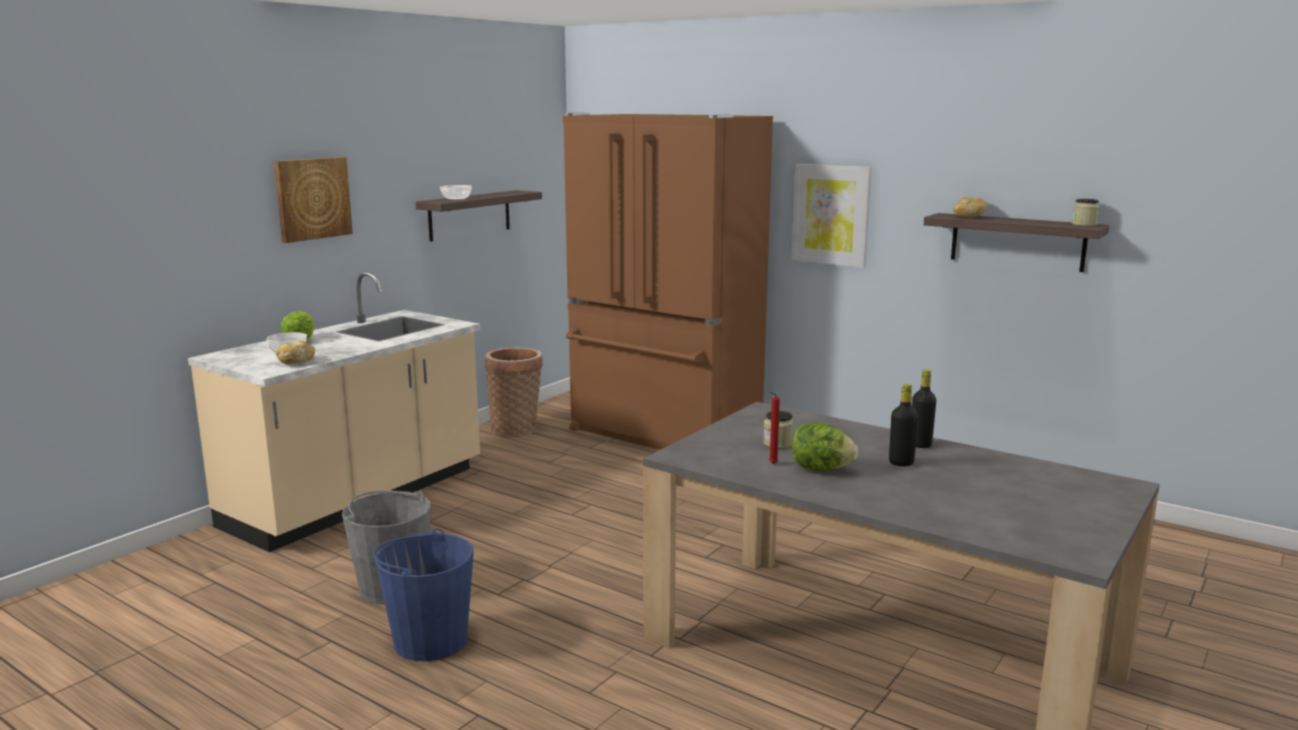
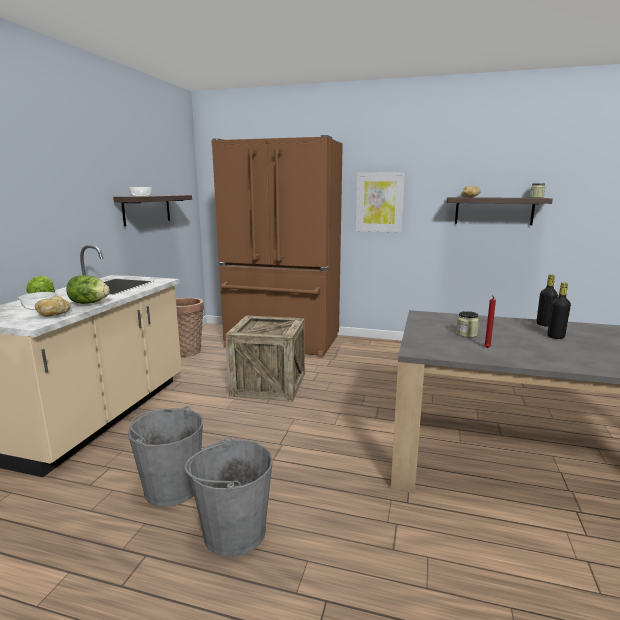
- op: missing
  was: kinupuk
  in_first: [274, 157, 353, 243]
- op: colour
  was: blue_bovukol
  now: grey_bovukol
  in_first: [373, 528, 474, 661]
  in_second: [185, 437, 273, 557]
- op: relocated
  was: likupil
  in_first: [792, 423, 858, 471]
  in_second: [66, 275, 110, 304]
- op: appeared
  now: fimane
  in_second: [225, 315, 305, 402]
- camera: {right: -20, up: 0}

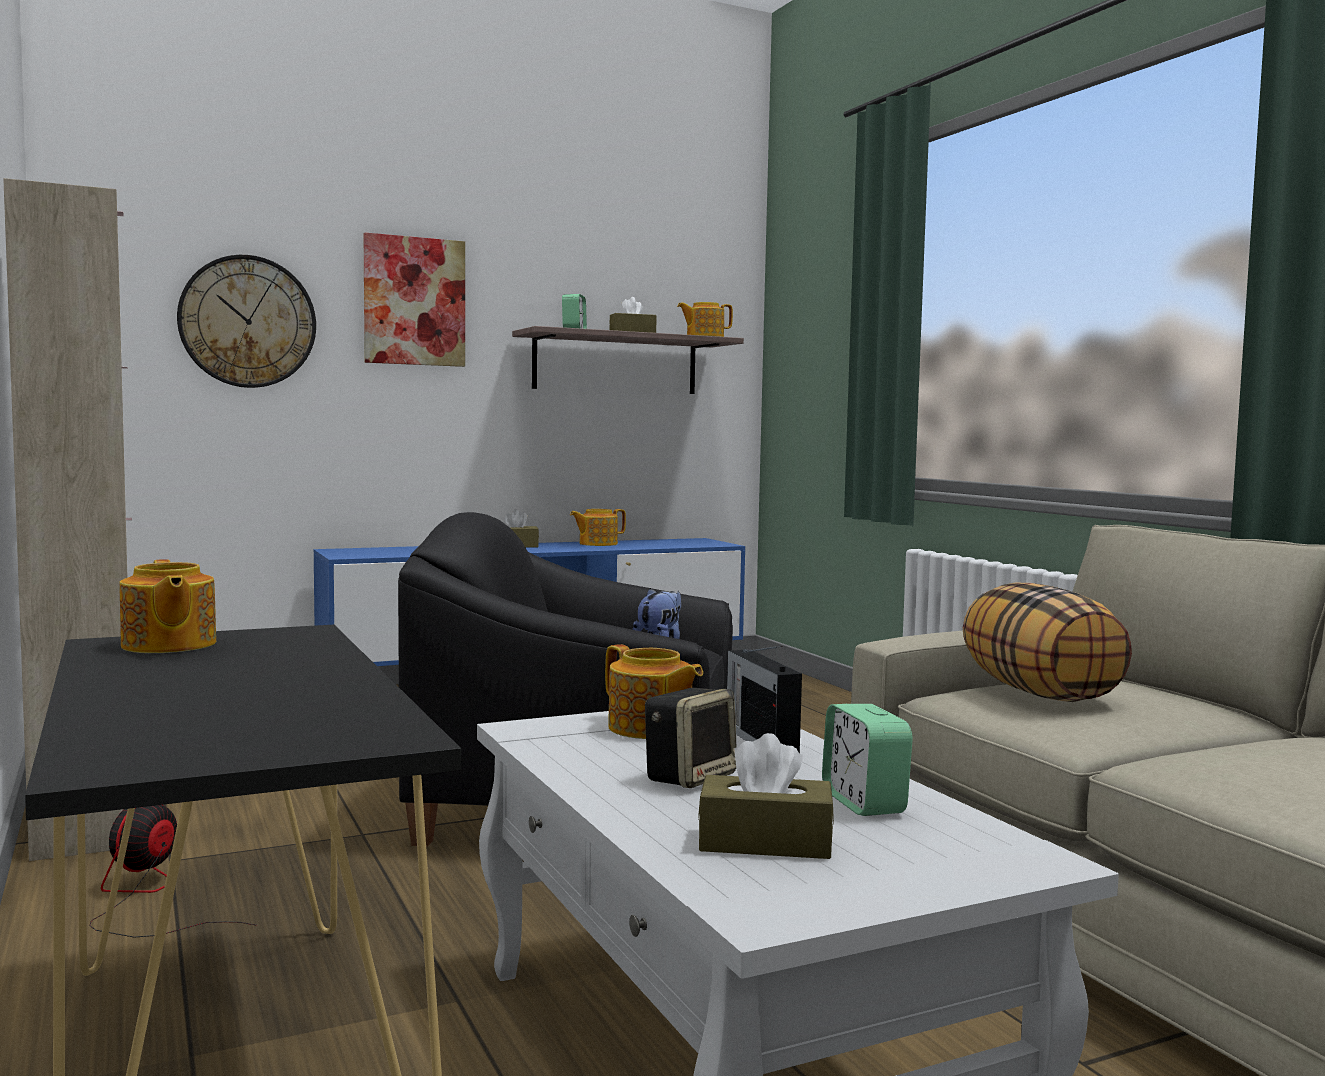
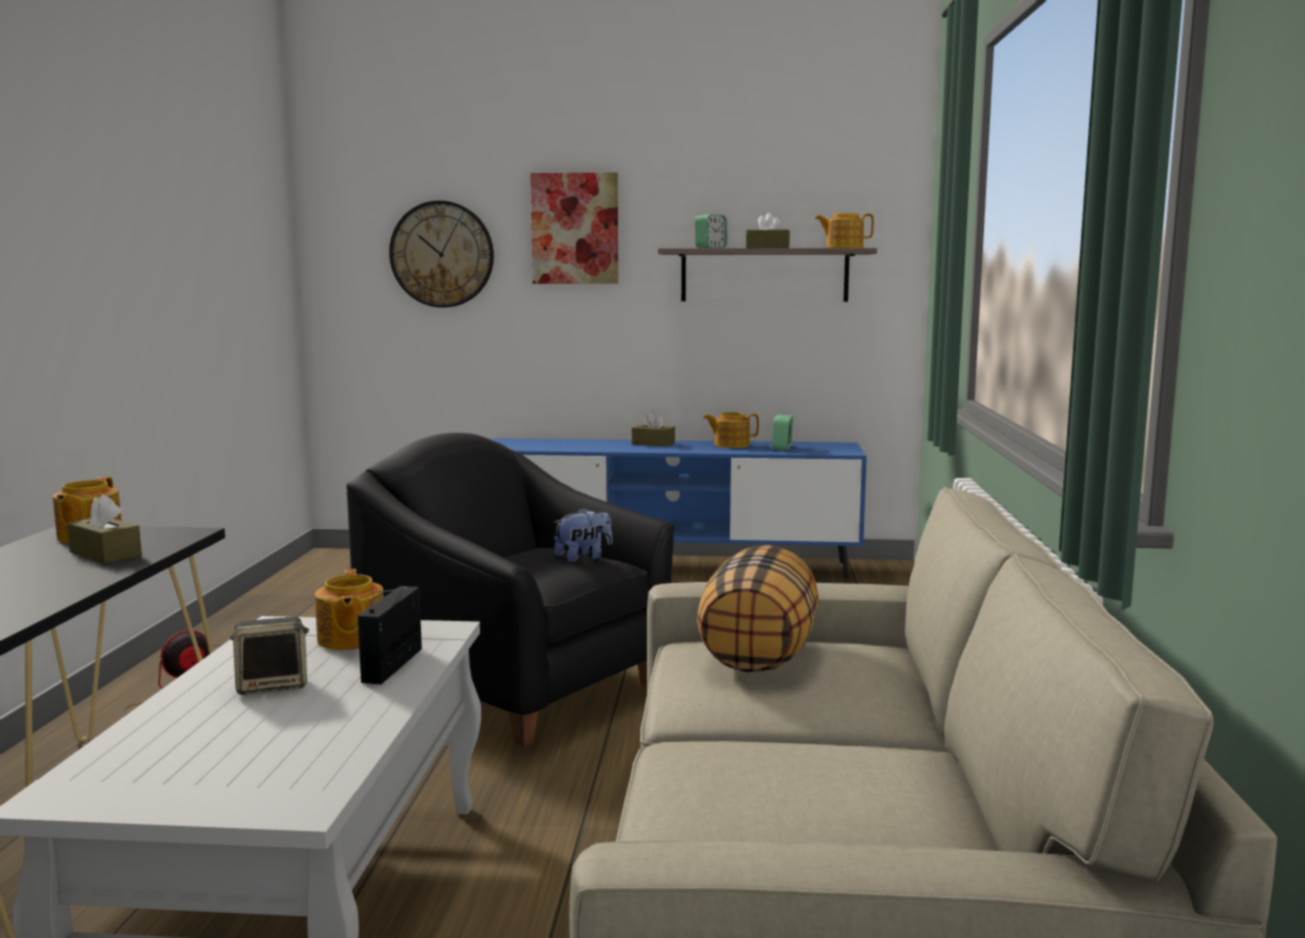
- op: missing
  was: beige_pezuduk
  in_first: [3, 178, 132, 861]
- op: relocated
  was: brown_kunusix
  in_first: [698, 733, 834, 859]
  in_second: [67, 494, 142, 563]
- op: relocated
  was: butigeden
  in_first: [822, 704, 913, 816]
  in_second: [772, 415, 793, 450]
- camera: {right: 30, up: 5}

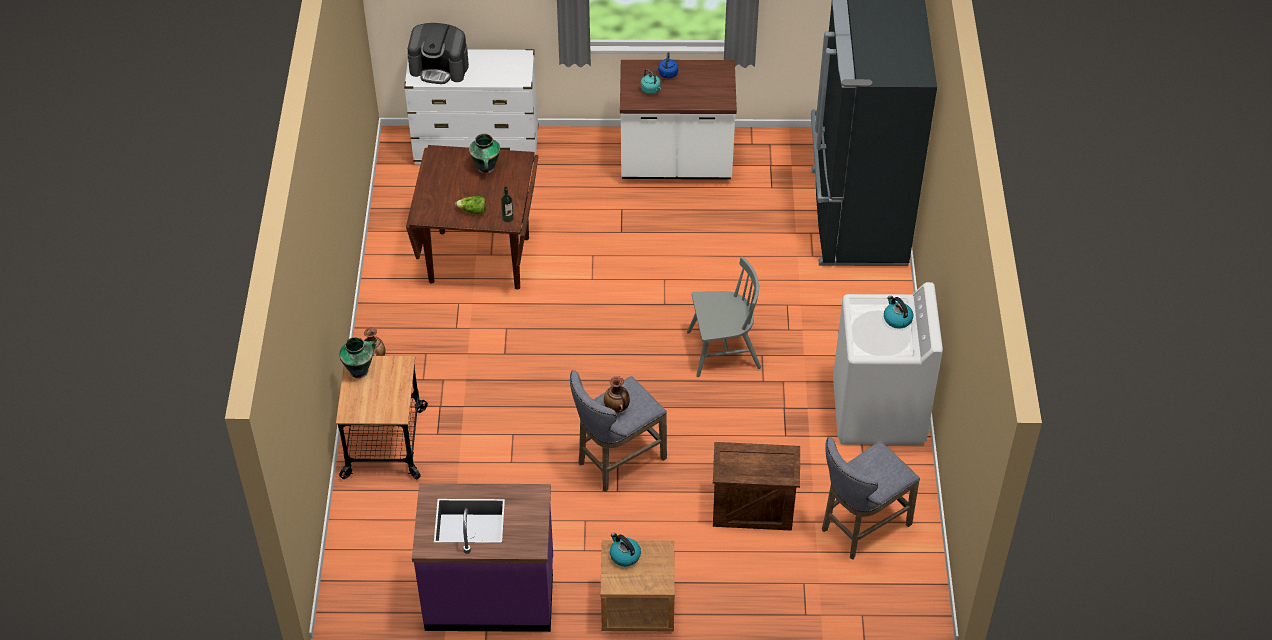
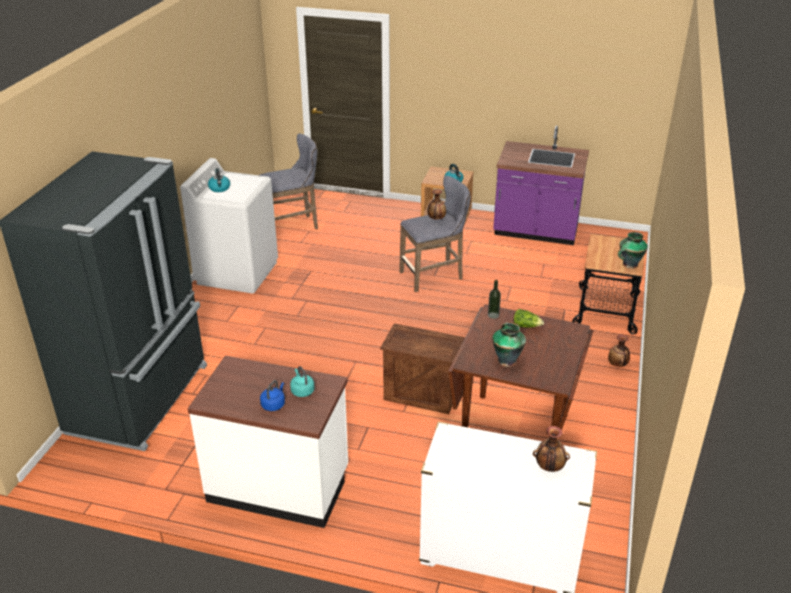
- op: exchanged
  was: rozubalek
  now: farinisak
  in_first: [407, 23, 469, 84]
  in_second: [533, 426, 570, 472]
- op: missing
  was: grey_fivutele
  in_first: [687, 257, 761, 377]
- op: relocated
  was: fimane
  in_first: [713, 442, 800, 531]
  in_second: [380, 323, 465, 414]
- camera: {right: -165, up: -15}

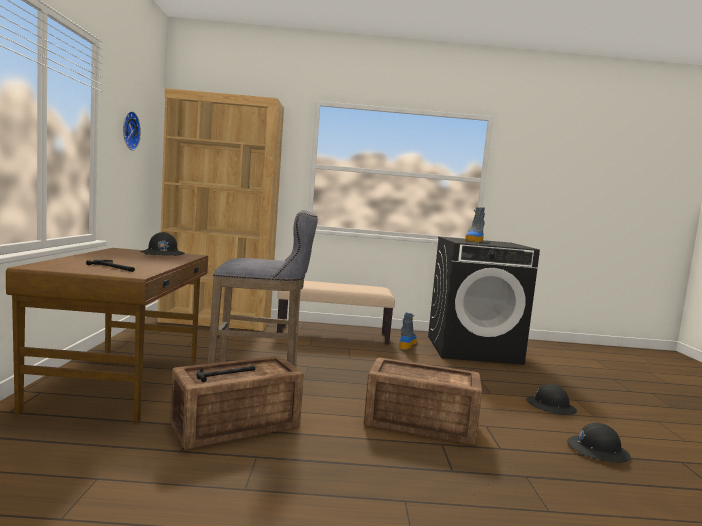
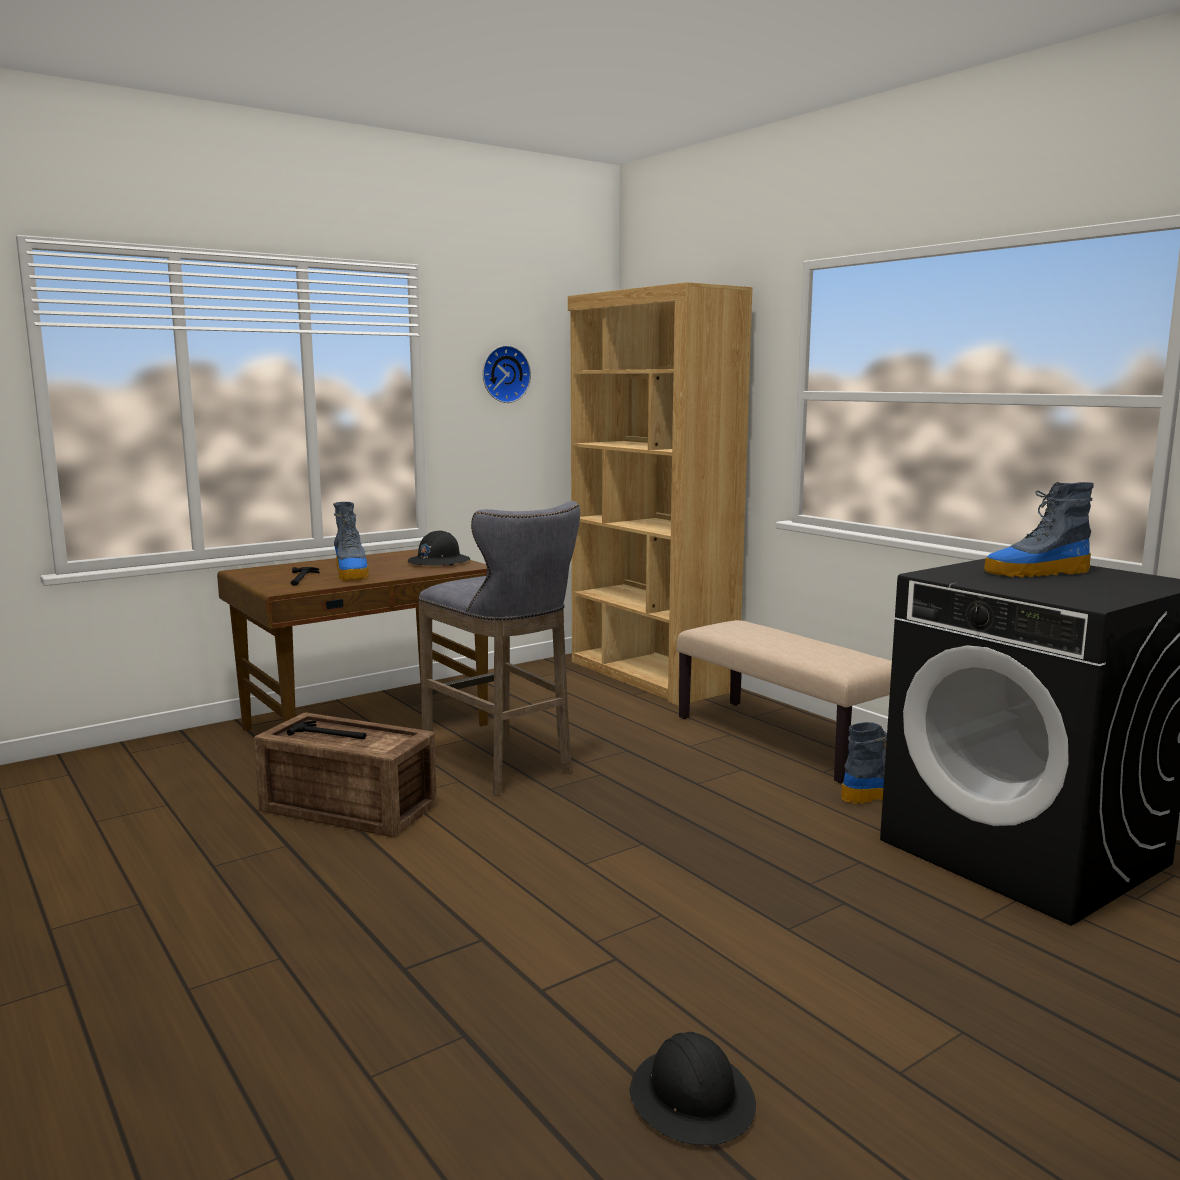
- op: missing
  was: fimane
  in_first: [364, 357, 482, 445]
- op: missing
  was: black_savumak
  in_first: [526, 384, 577, 415]
- op: appeared
  now: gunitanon
  in_second: [333, 502, 369, 581]
- camera: {right: 55, up: 5}

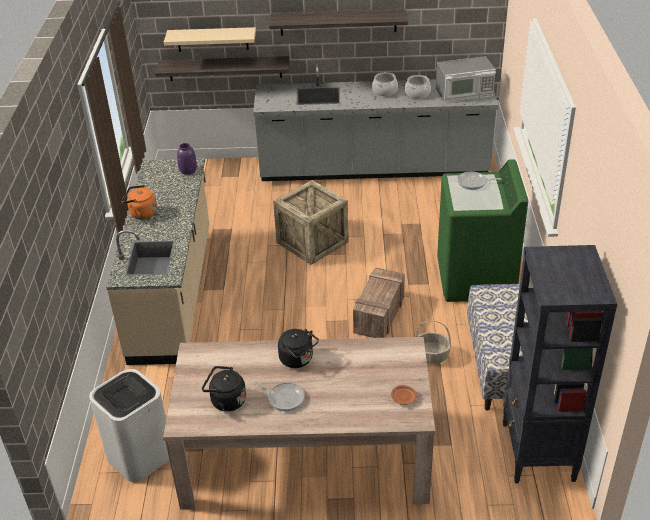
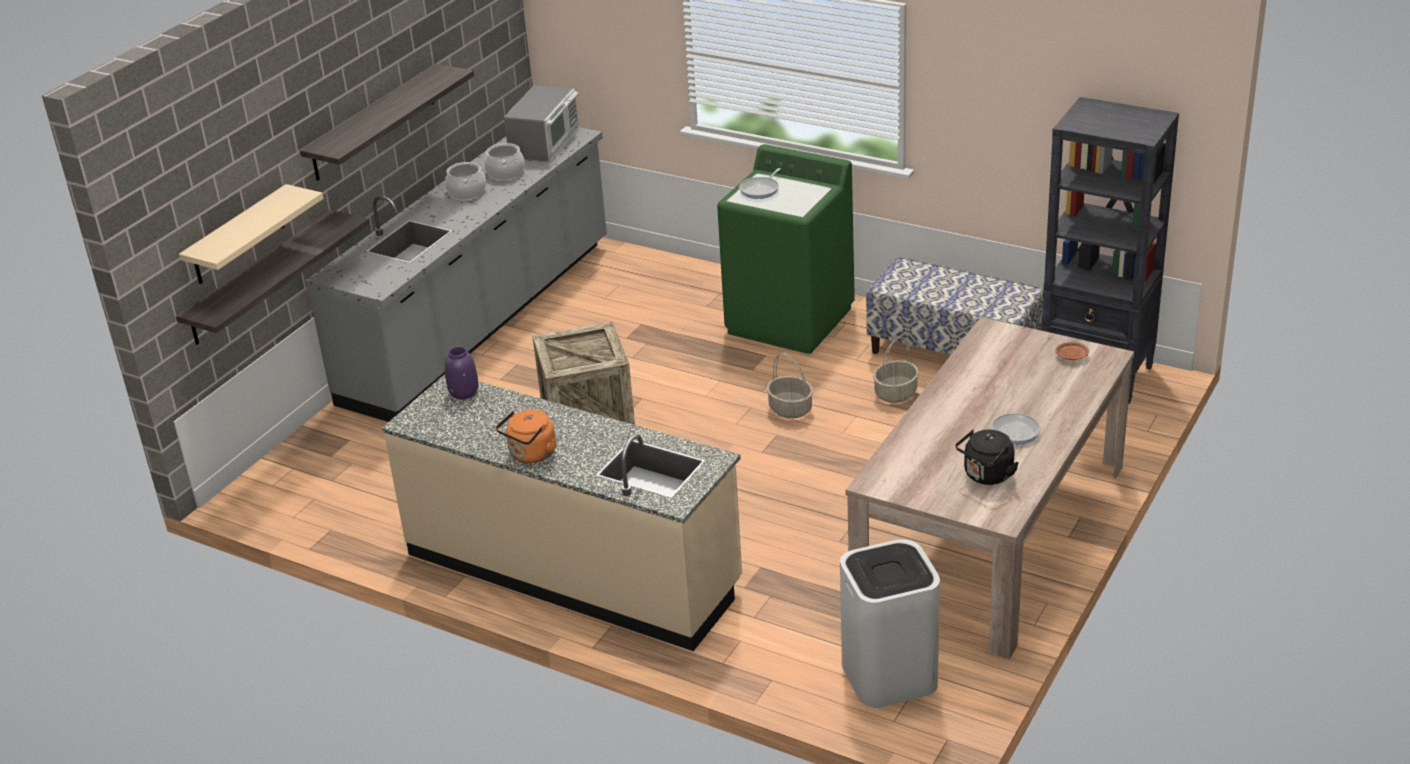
- op: missing
  was: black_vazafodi
  in_first: [278, 329, 319, 368]
- op: exchanged
  was: fimane
  now: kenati
  in_first: [353, 267, 405, 338]
  in_second: [767, 353, 813, 418]
- camera: {right: -60, up: -5}

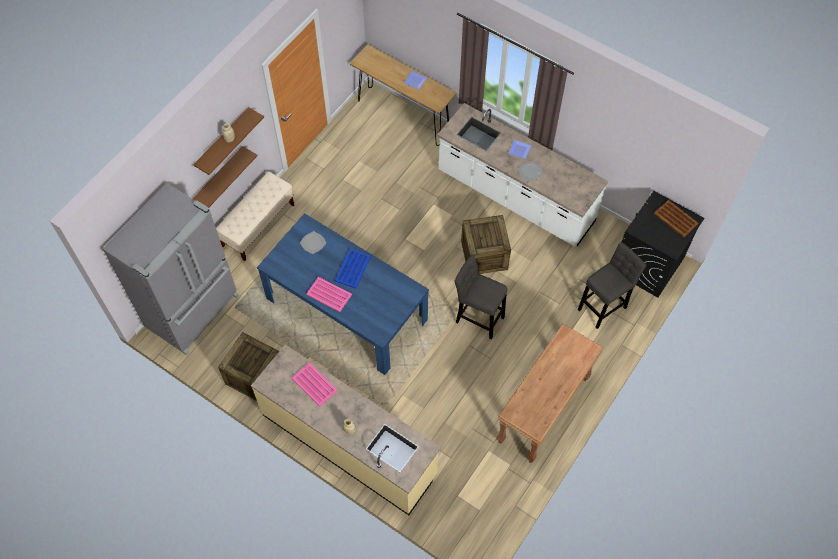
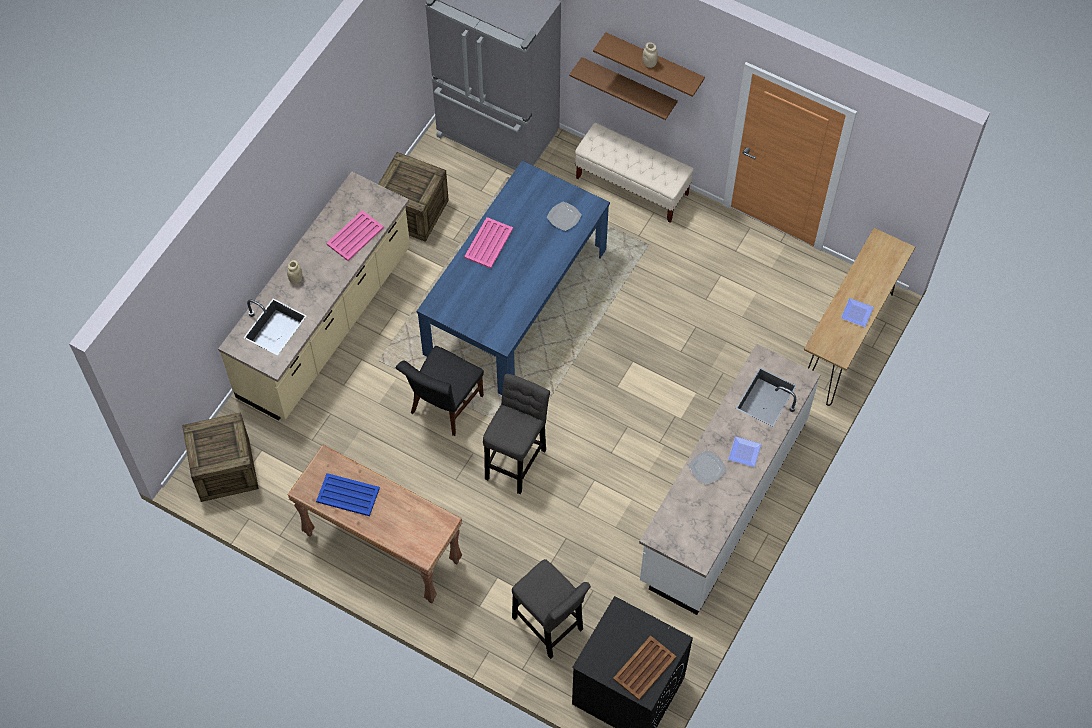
- op: relocated
  was: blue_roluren
  in_first: [335, 249, 371, 289]
  in_second: [316, 473, 380, 516]
- op: relocated
  was: fimane
  in_first: [461, 215, 511, 274]
  in_second: [182, 412, 259, 502]
- op: appeared
  now: black_fivutele
  in_second: [395, 346, 484, 436]
- camera: {right: 85, up: 0}

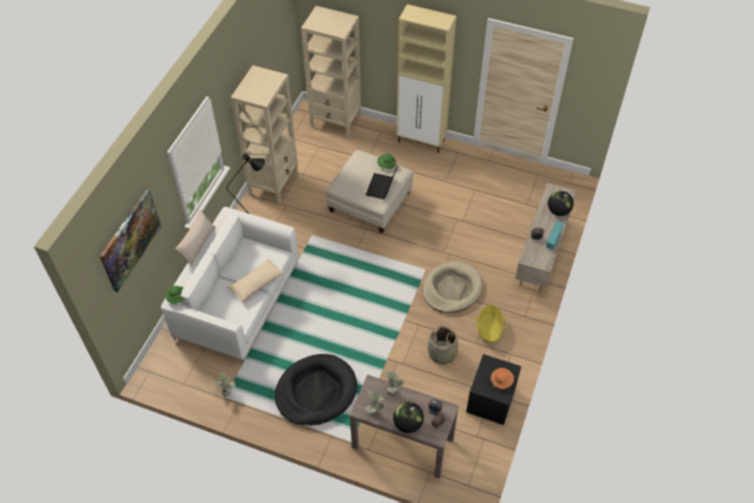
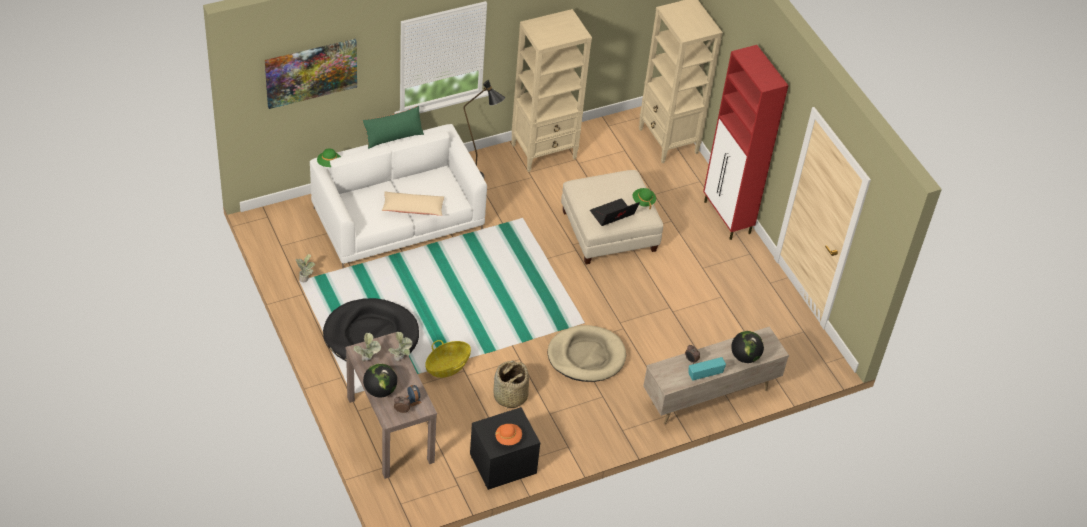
- op: colour
  was: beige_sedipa
  now: green_sedipa
  in_first: [175, 209, 216, 266]
  in_second: [363, 106, 424, 149]
- op: colour
  was: beige_pezuduk
  now: red_pezuduk
  in_first: [397, 4, 457, 153]
  in_second: [703, 45, 789, 240]
- op: relocated
  was: kenati
  in_first: [474, 305, 508, 343]
  in_second: [425, 340, 471, 378]
- camera: {right: 40, up: -5}

